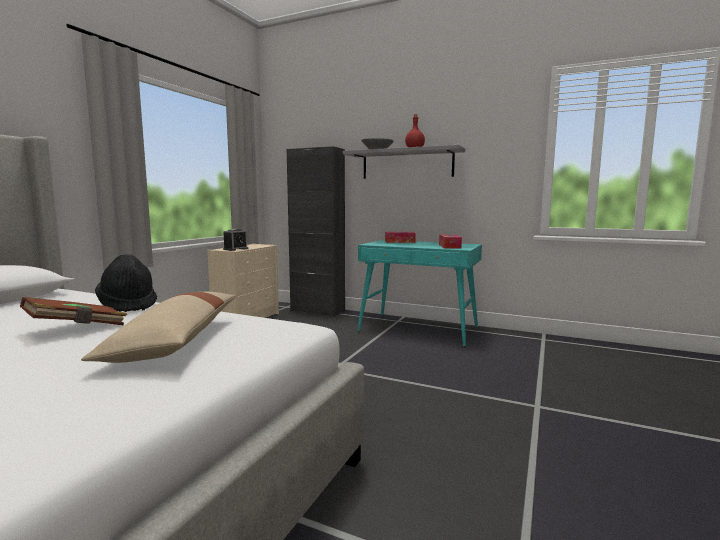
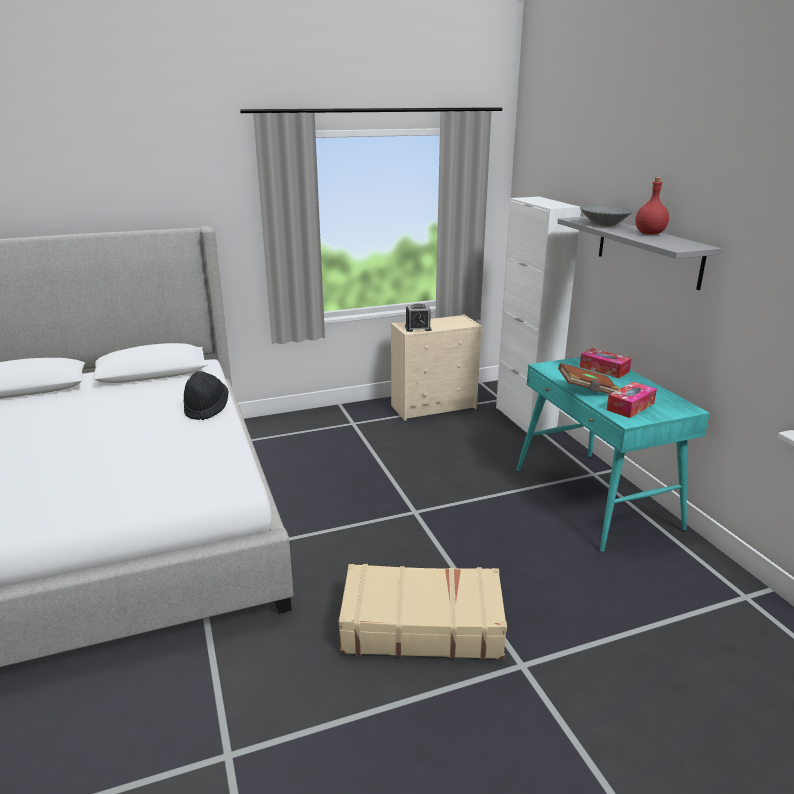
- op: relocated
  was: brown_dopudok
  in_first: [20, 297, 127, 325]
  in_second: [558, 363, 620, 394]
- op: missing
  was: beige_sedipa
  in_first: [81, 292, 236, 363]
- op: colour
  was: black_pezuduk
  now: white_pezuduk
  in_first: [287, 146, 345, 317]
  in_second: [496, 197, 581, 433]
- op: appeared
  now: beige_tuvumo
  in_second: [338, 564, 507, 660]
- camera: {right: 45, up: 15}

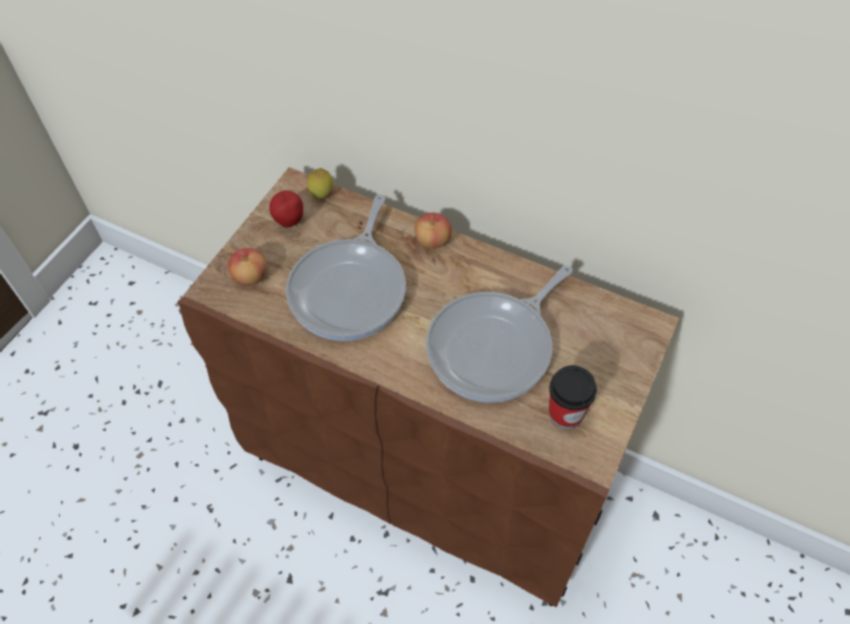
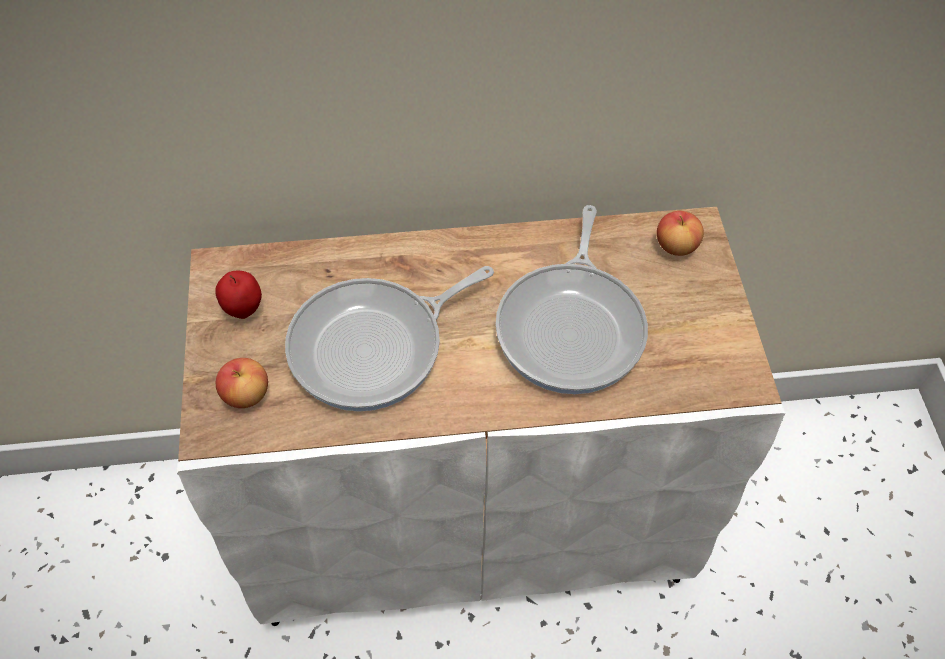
- op: colour
  was: brown_pezuduk
  now: white_pezuduk
  in_first: [177, 167, 679, 607]
  in_second: [177, 207, 785, 626]
- op: spun
  was: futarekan
  in_first: [286, 194, 406, 341]
  in_second: [285, 266, 494, 412]
  clockwise: 75
- op: missing
  was: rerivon
  in_first: [308, 168, 333, 199]
- op: relocated
  was: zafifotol
  in_first: [415, 212, 452, 249]
  in_second: [657, 211, 704, 256]
- op: missing
  was: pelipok
  in_first: [549, 365, 597, 429]
- camera: {right: -35, up: 0}

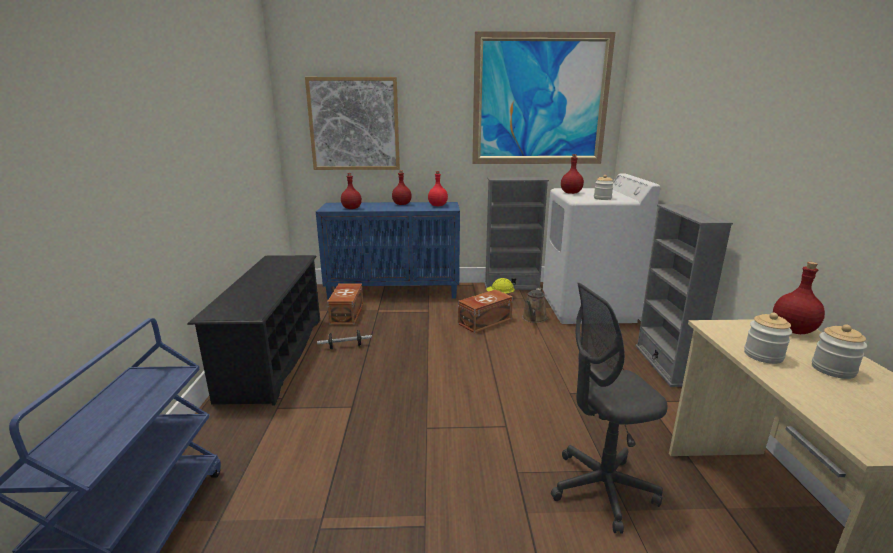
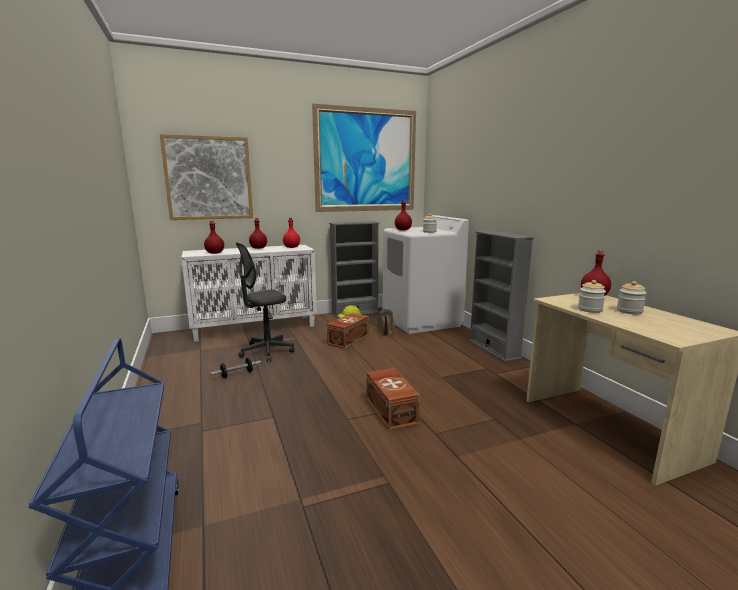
- op: missing
  was: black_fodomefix
  in_first: [187, 255, 320, 405]
- op: colour
  was: blue_pezuduk
  now: white_pezuduk
  in_first: [316, 202, 460, 299]
  in_second: [181, 245, 317, 342]
- op: relocated
  was: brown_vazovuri
  in_first: [327, 283, 363, 325]
  in_second: [366, 368, 420, 430]
- op: relocated
  was: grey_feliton
  in_first: [551, 283, 668, 534]
  in_second: [236, 242, 295, 362]
- camera: {right: -20, up: -5}

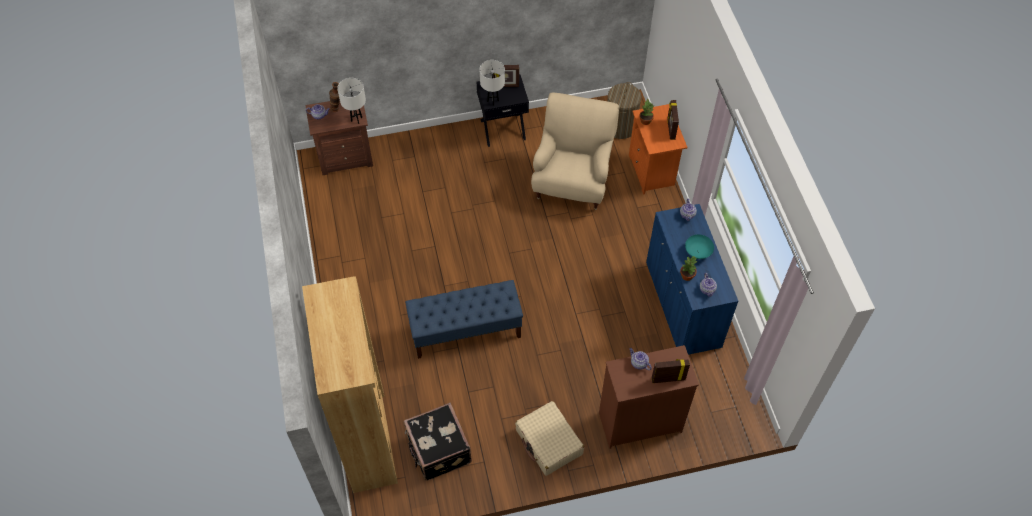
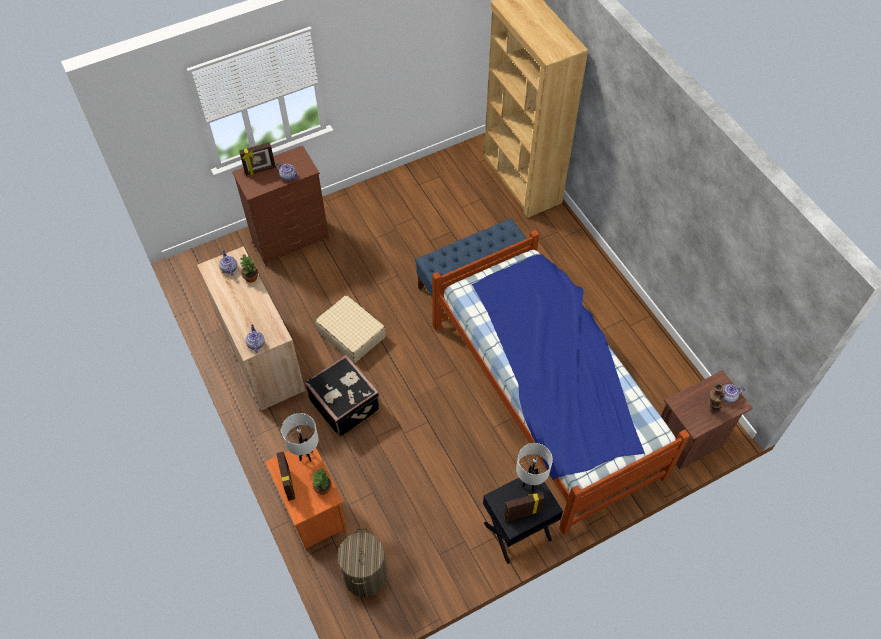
- op: relocated
  was: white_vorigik
  in_first: [337, 78, 366, 124]
  in_second: [281, 413, 319, 462]
- op: relocated
  was: black_tuvumo
  in_first: [404, 403, 472, 481]
  in_second: [305, 355, 380, 437]
- op: relocated
  was: beige_tuvumo
  in_first: [515, 401, 584, 476]
  in_second: [315, 295, 386, 363]
- op: missing
  was: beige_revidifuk
  in_first: [531, 92, 619, 210]
- op: colour
  was: blue_pezuduk
  now: beige_pezuduk
  in_first: [646, 204, 738, 355]
  in_second: [197, 246, 305, 411]
- op: missing
  was: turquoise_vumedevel
  in_first: [685, 234, 714, 259]
- op: appeared
  now: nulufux
  in_second: [432, 230, 690, 534]
- camera: {right: 165, up: 0}

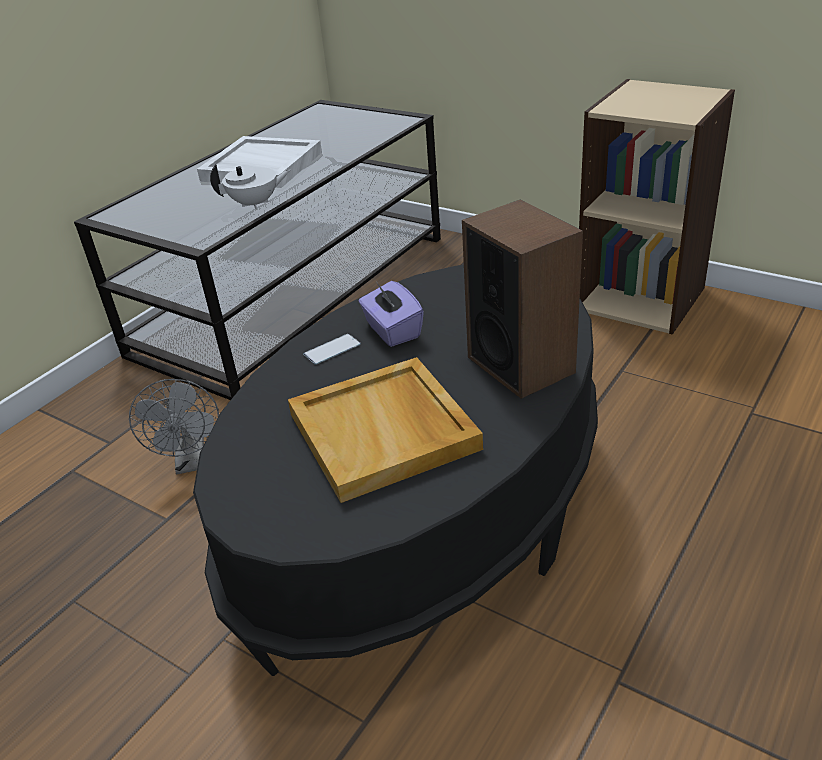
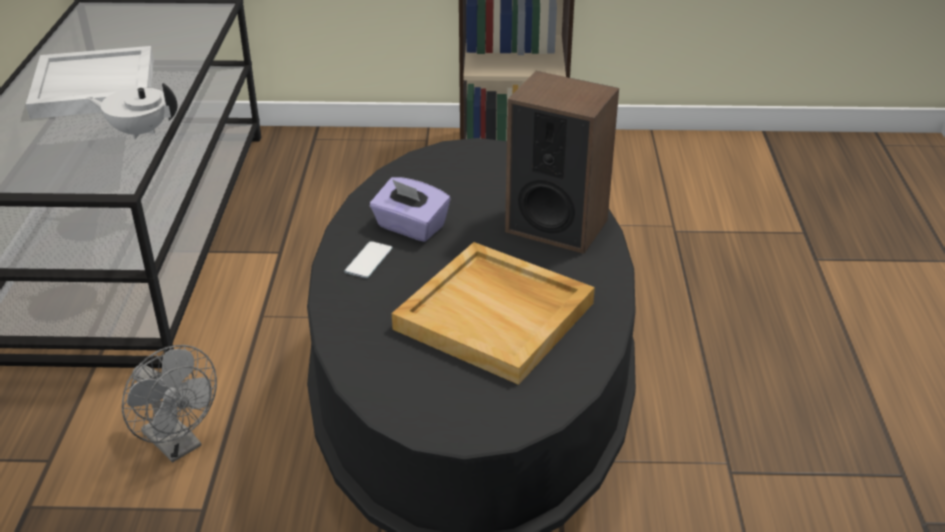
- op: spun
  was: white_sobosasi
  in_first: [210, 165, 291, 210]
  in_second: [87, 83, 177, 139]
  clockwise: -120
- camera: {right: -35, up: 0}

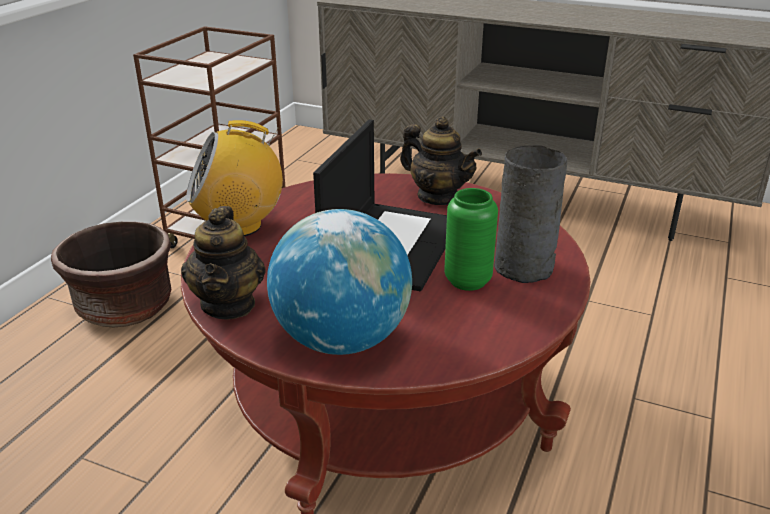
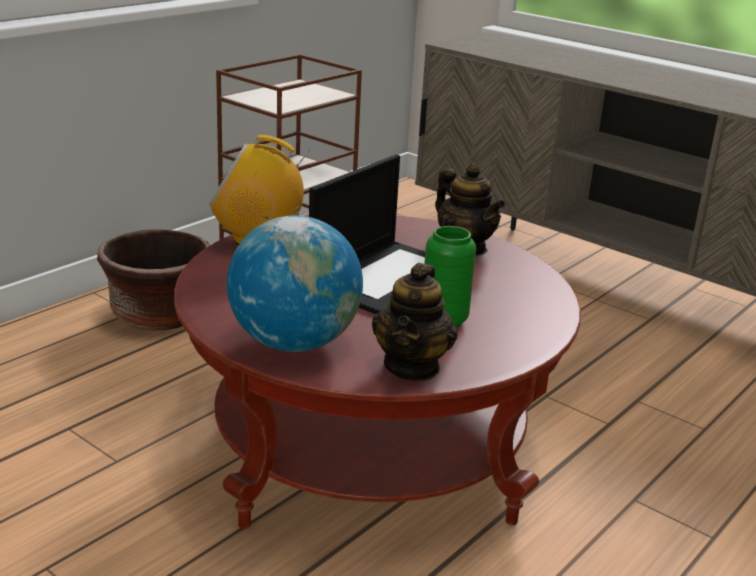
- op: relocated
  was: sobosasi
  in_first: [181, 206, 266, 320]
  in_second: [372, 263, 458, 381]
- op: missing
  was: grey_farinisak
  in_first: [494, 145, 567, 283]
- camera: {right: 15, up: -5}

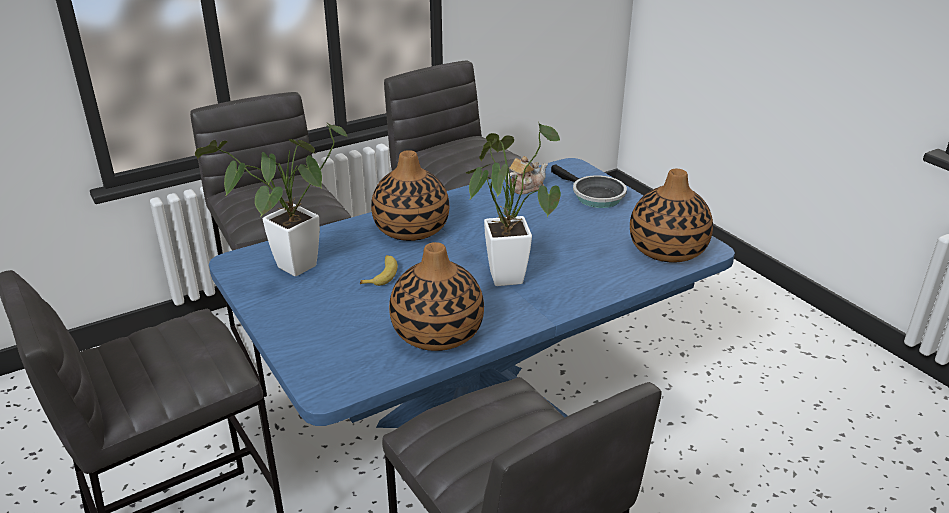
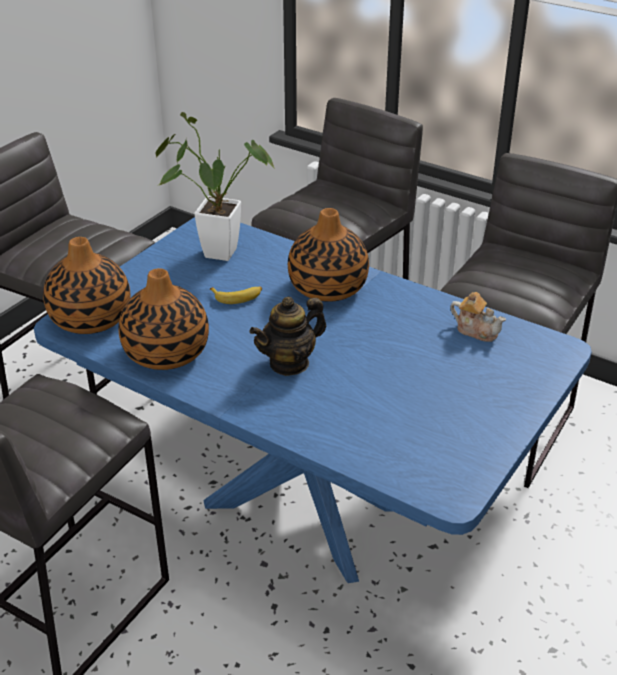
- op: exchanged
  was: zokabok
  now: sobosasi
  in_first: [466, 122, 561, 286]
  in_second: [249, 297, 326, 376]
- op: missing
  was: futarekan
  in_first: [551, 164, 627, 208]
- op: relocated
  was: farinisak
  in_first: [630, 169, 713, 263]
  in_second: [43, 237, 130, 334]
- camera: {right: 65, up: 5}

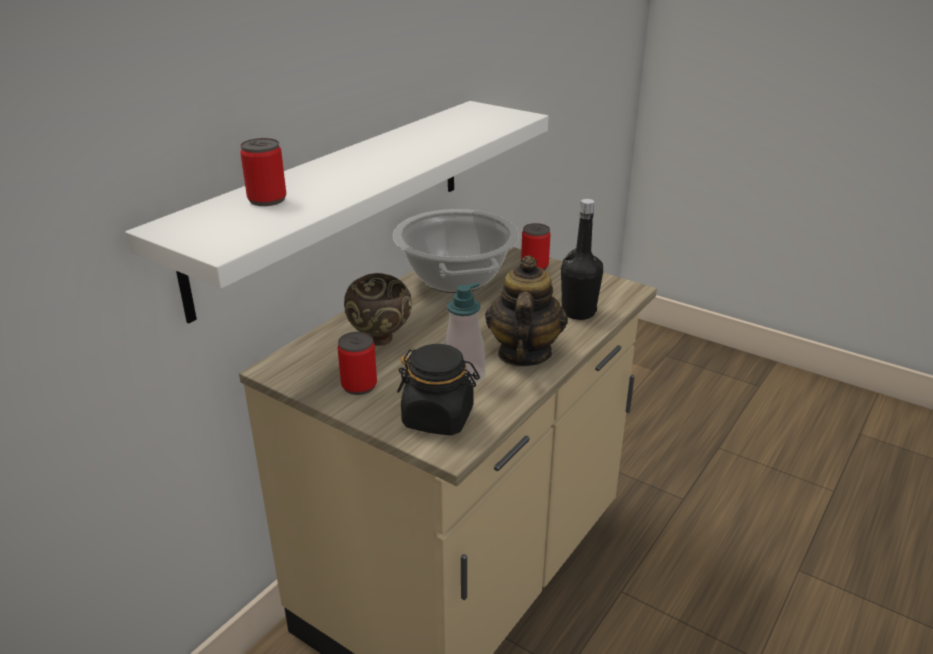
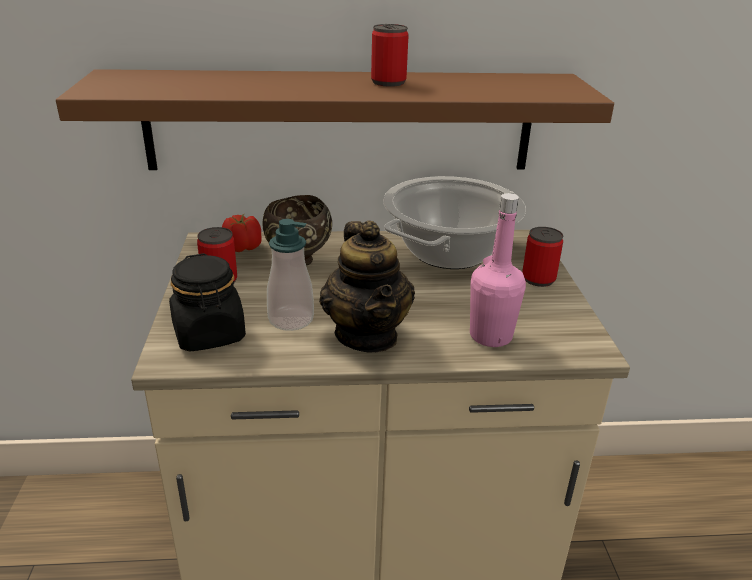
- op: colour
  was: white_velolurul
  now: brown_velolurul
  in_first: [125, 101, 549, 323]
  in_second: [56, 69, 614, 170]
- op: relocated
  was: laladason
  in_first: [240, 138, 286, 206]
  in_second: [371, 24, 409, 87]
- op: spun
  was: sobosasi
  in_first: [485, 256, 568, 366]
  in_second: [319, 221, 415, 353]
  clockwise: 105
- op: colour
  was: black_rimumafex
  now: pink_rimumafex
  in_first: [561, 199, 603, 320]
  in_second: [470, 193, 526, 347]
- op: appeared
  now: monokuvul
  in_second: [222, 214, 262, 252]
- camera: {right: 50, up: 0}

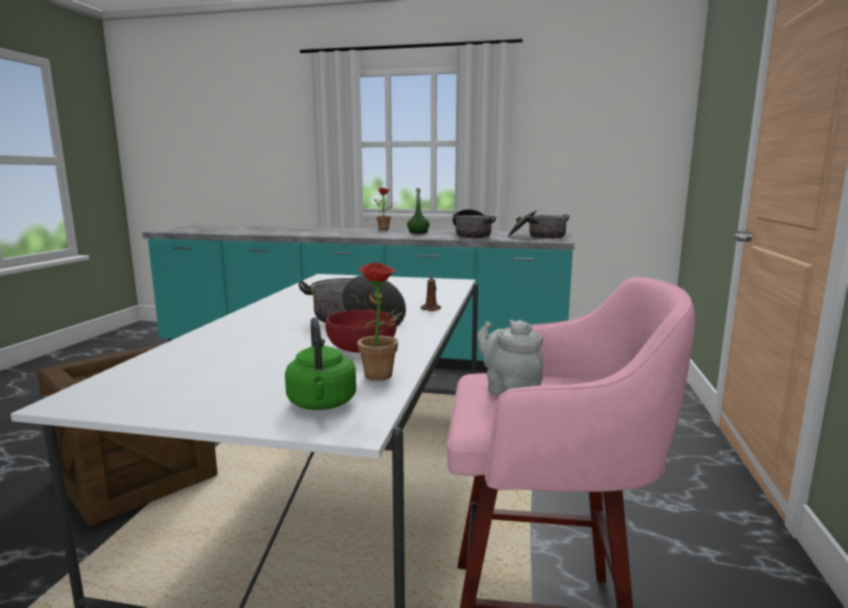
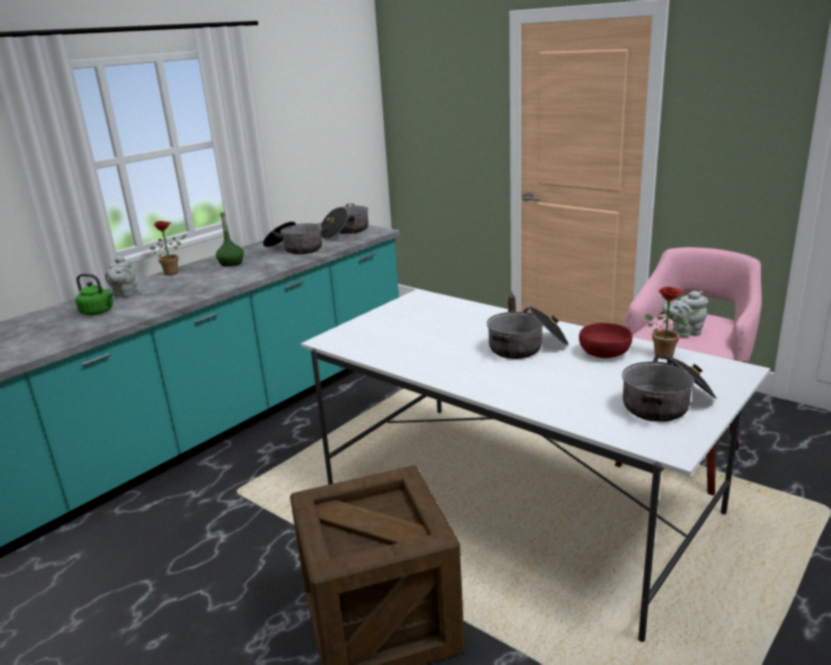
- op: relocated
  was: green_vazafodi
  in_first: [285, 317, 356, 410]
  in_second: [75, 274, 114, 315]
- op: appeared
  now: grey_sobosasi
  in_second: [105, 254, 137, 297]
- op: appeared
  now: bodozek
  in_second: [622, 354, 716, 422]
- camera: {right: -60, up: 10}

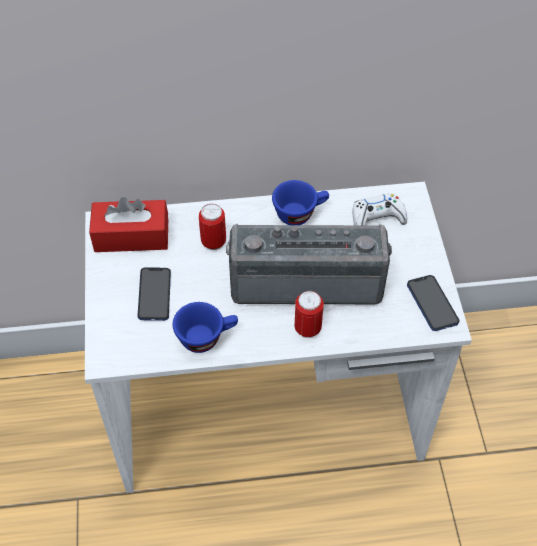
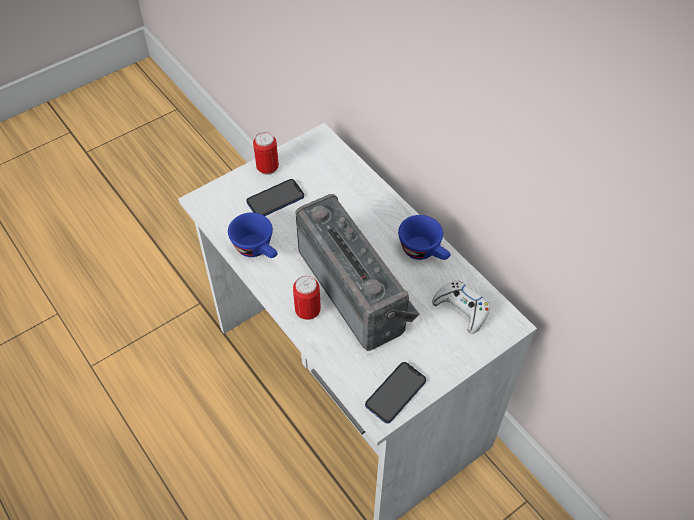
- op: missing
  was: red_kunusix
  in_first: [89, 197, 168, 252]
- op: relocated
  was: laladason
  in_first: [199, 204, 226, 250]
  in_second: [253, 132, 279, 175]
- camera: {right: 60, up: 0}

